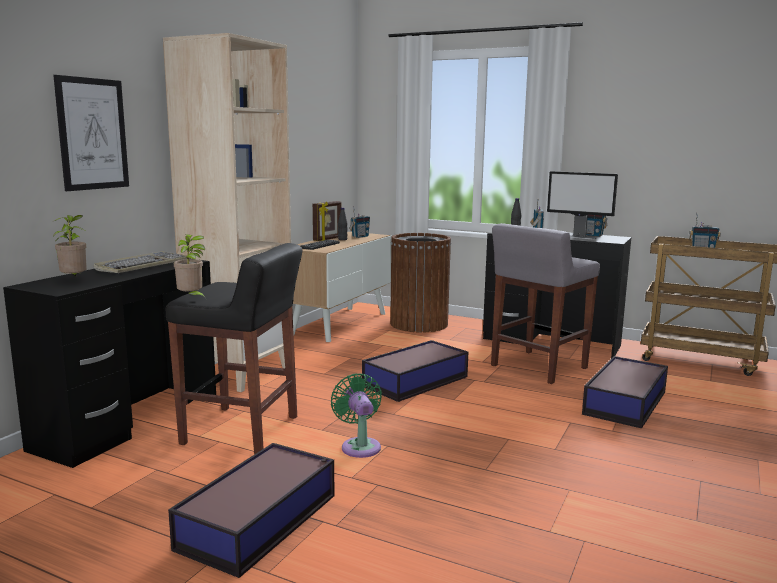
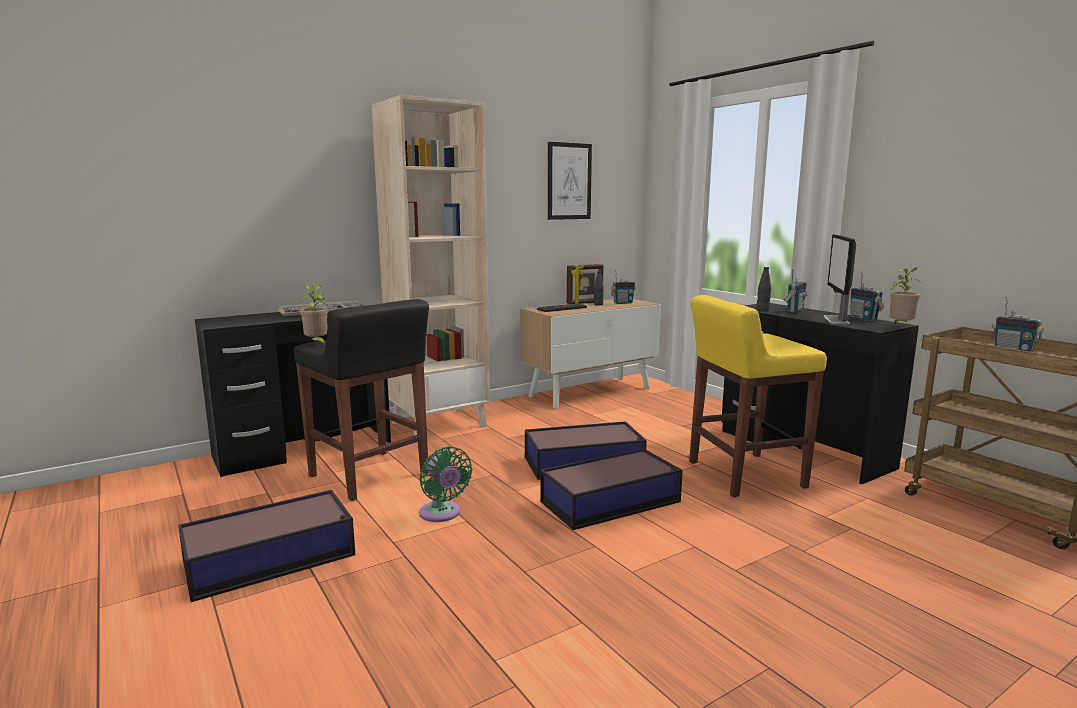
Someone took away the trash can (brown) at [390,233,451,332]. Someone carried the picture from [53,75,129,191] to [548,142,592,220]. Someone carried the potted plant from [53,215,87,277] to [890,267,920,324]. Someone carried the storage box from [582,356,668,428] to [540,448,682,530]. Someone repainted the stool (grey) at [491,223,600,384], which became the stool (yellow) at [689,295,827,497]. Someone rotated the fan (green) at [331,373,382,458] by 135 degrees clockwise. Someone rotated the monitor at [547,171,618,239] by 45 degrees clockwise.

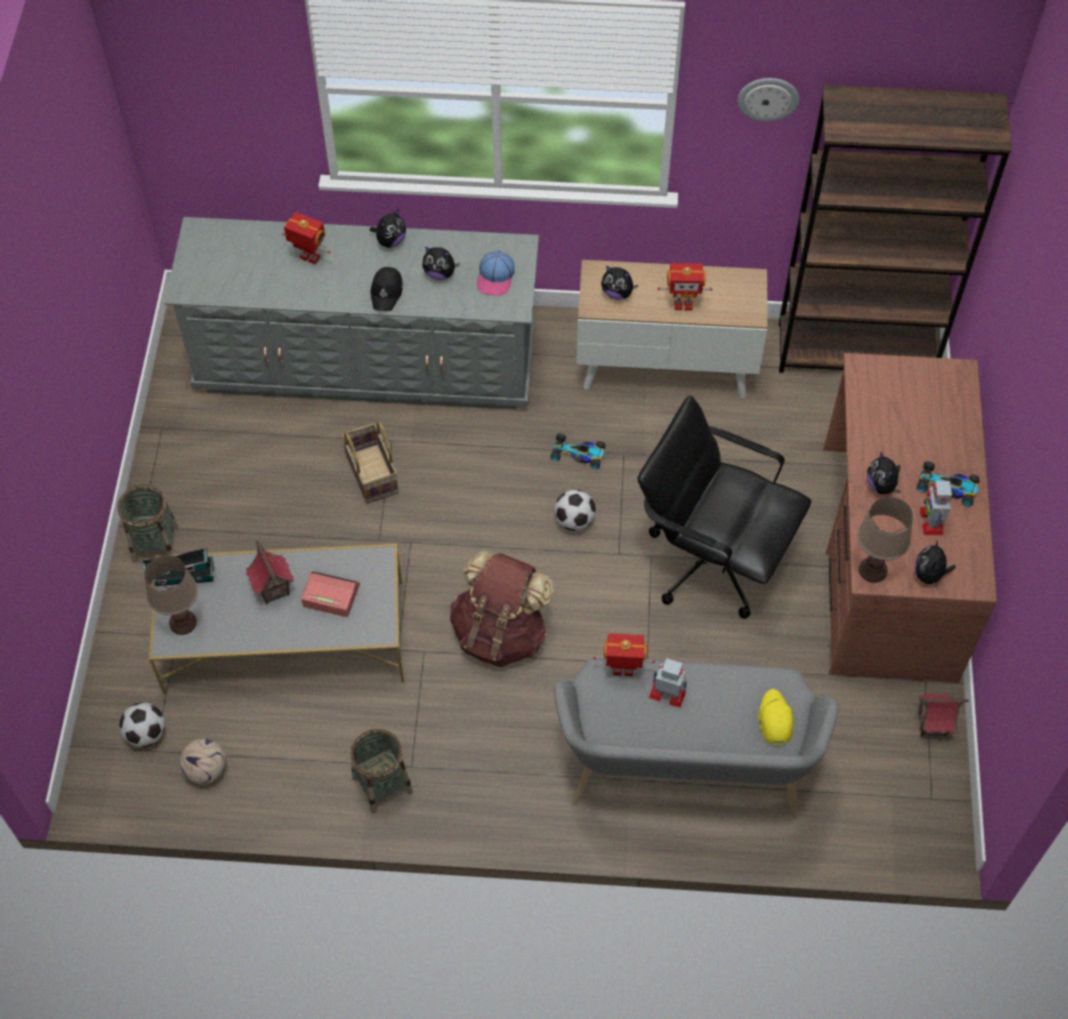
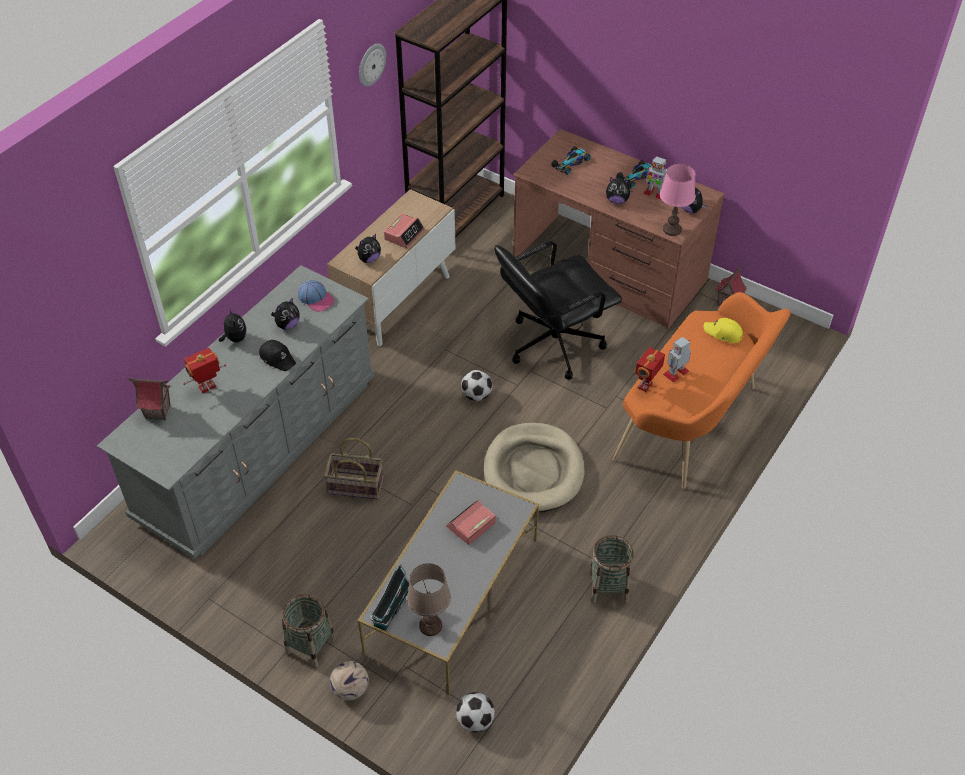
Someone carried the football from [180,739,226,784] to [330,661,369,701]. Someone carried the toy house from [246,540,294,604] to [128,378,170,421]. Someone carried the toy car from [550,433,606,469] to [551,146,591,175]. Someone swapped the backpack (brown) at [450,550,553,667] for the dog bed (beige) at [484,423,584,513]. Someone swapped the toy robot at [657,263,713,310] for the alarm clock at [384,214,425,248]. Someone repainted the bench (grey) at [554,658,839,819], which became the bench (orange) at [613,292,790,489]. Someone repainted the table lamp (brown) at [857,497,913,583], which became the table lamp (pink) at [660,164,695,236].

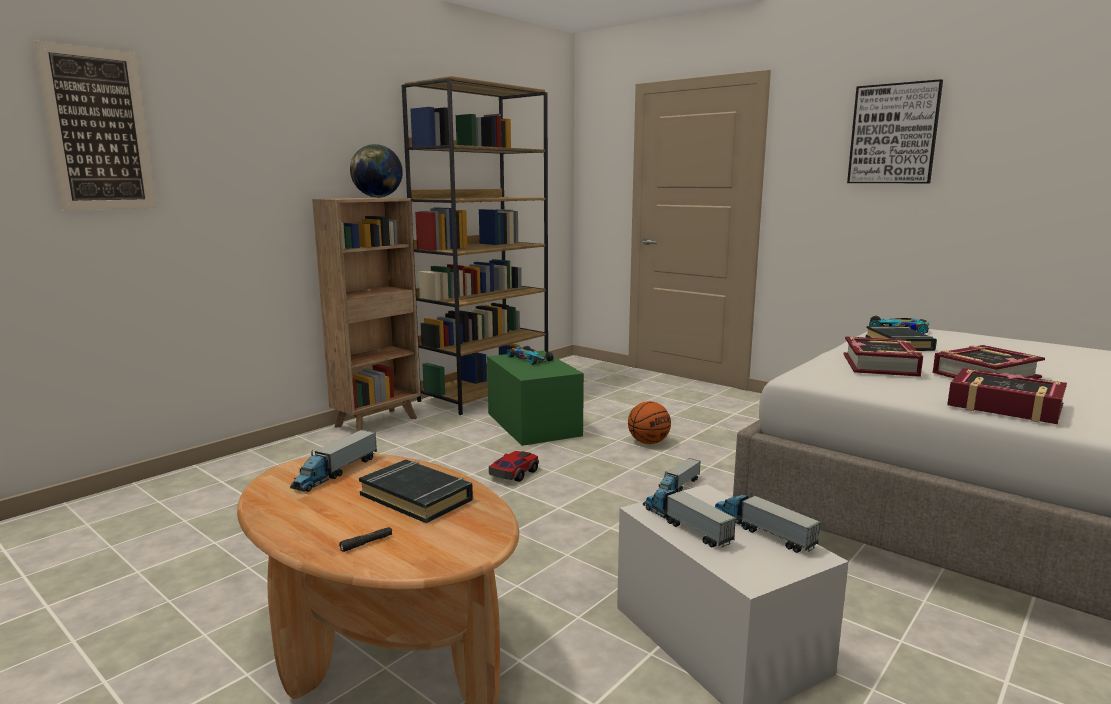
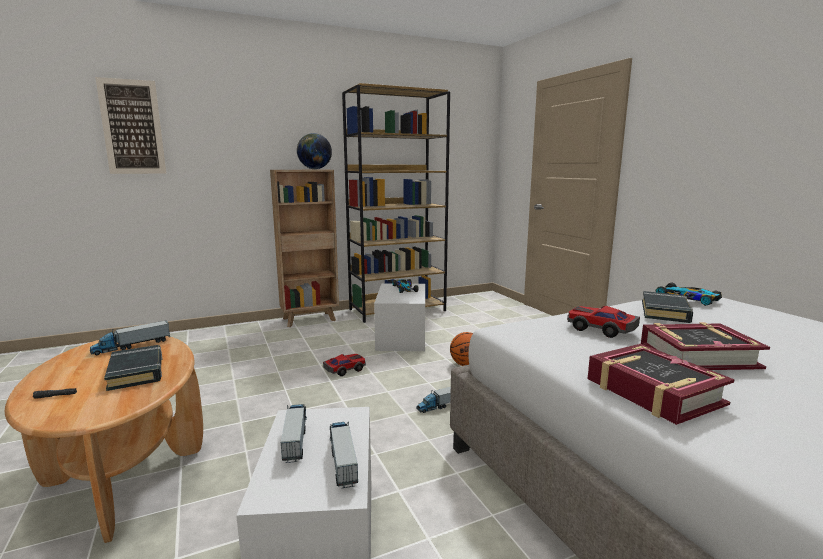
Someone took away the picture at [847,79,943,183]. Someone swapped the book at [844,336,923,377] for the toy car at [567,306,640,338]. Someone repainted the storage box (green) at [487,351,584,446], which became the storage box (white) at [374,284,425,351].

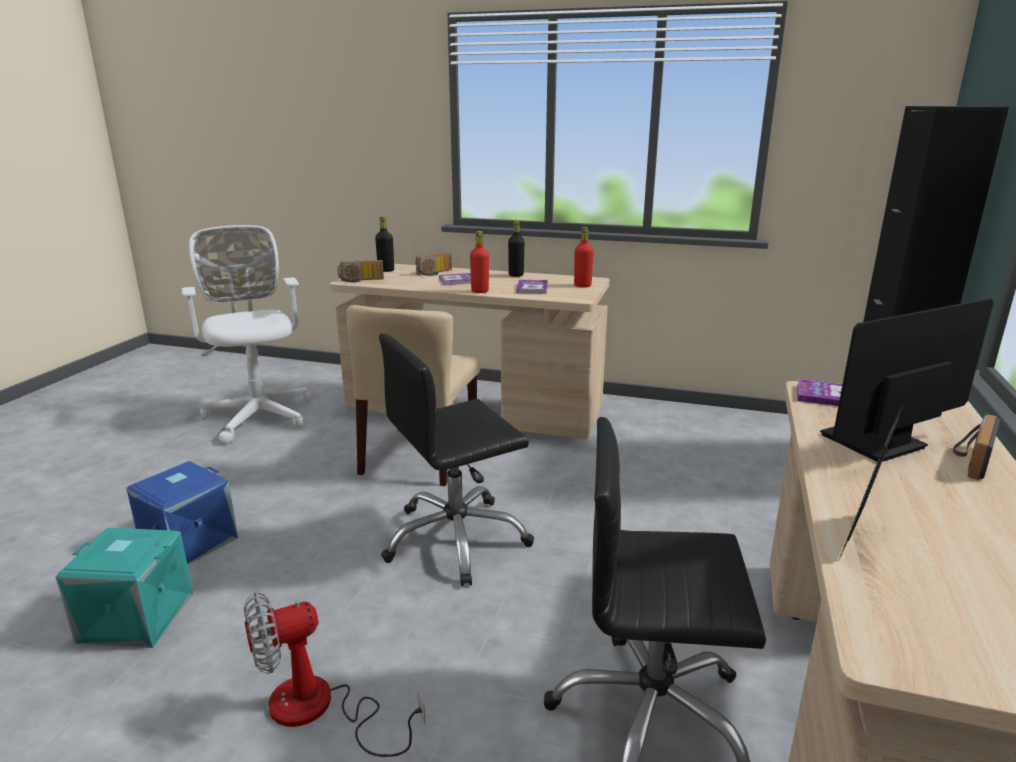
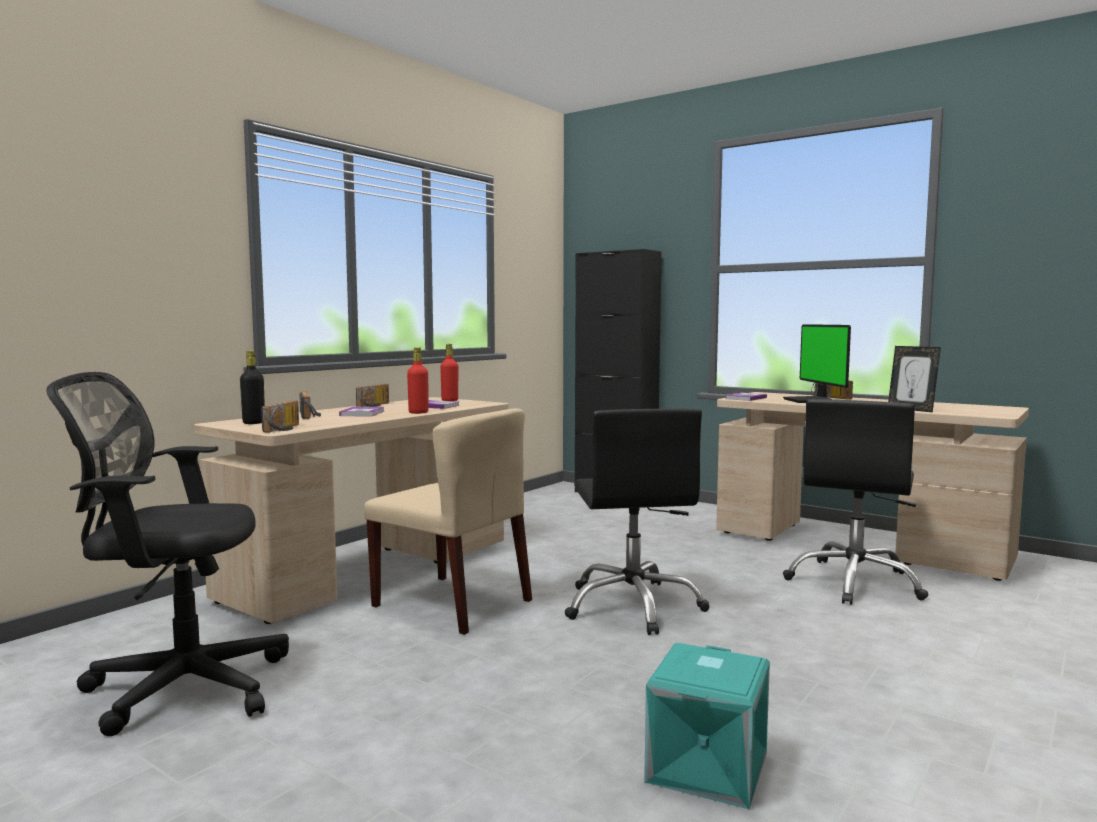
Someone took away the storage box (blue) at [126,461,238,565]. Someone took away the fan at [244,592,425,757]. Someone swapped the bottle (black) at [508,220,524,277] for the radio at [356,384,389,407]. Someone repainted the office chair (white) at [182,225,311,444], which became the office chair (black) at [47,372,289,736].

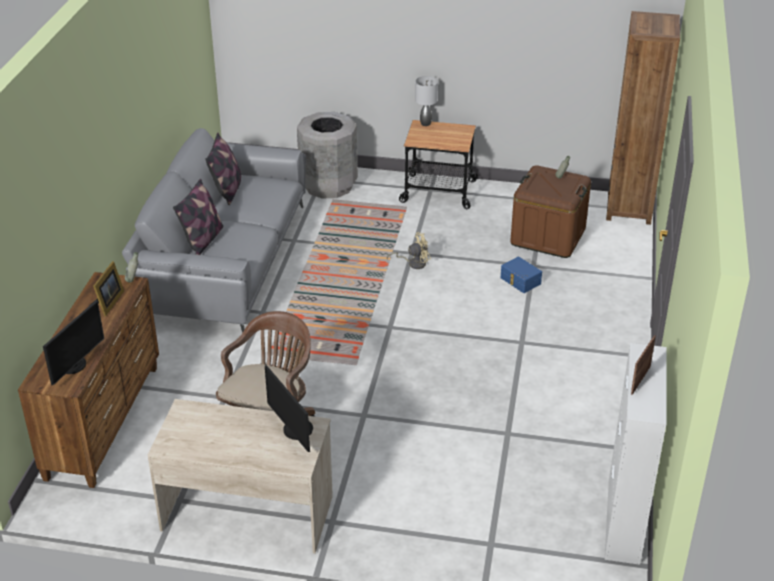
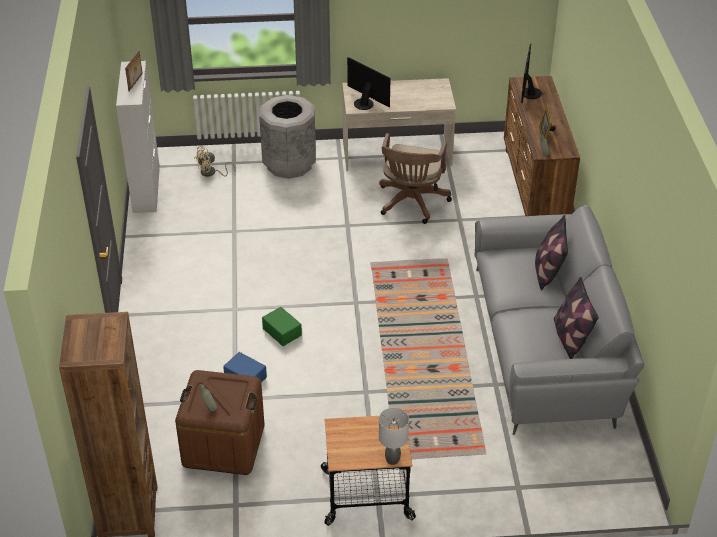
Someone put down the storage box (green) at [262,307,302,346]. Someone carried the trash can (grey) from [297,112,358,198] to [259,95,316,179]. Someone carried the fan (beige) from [387,232,431,269] to [194,146,235,177].

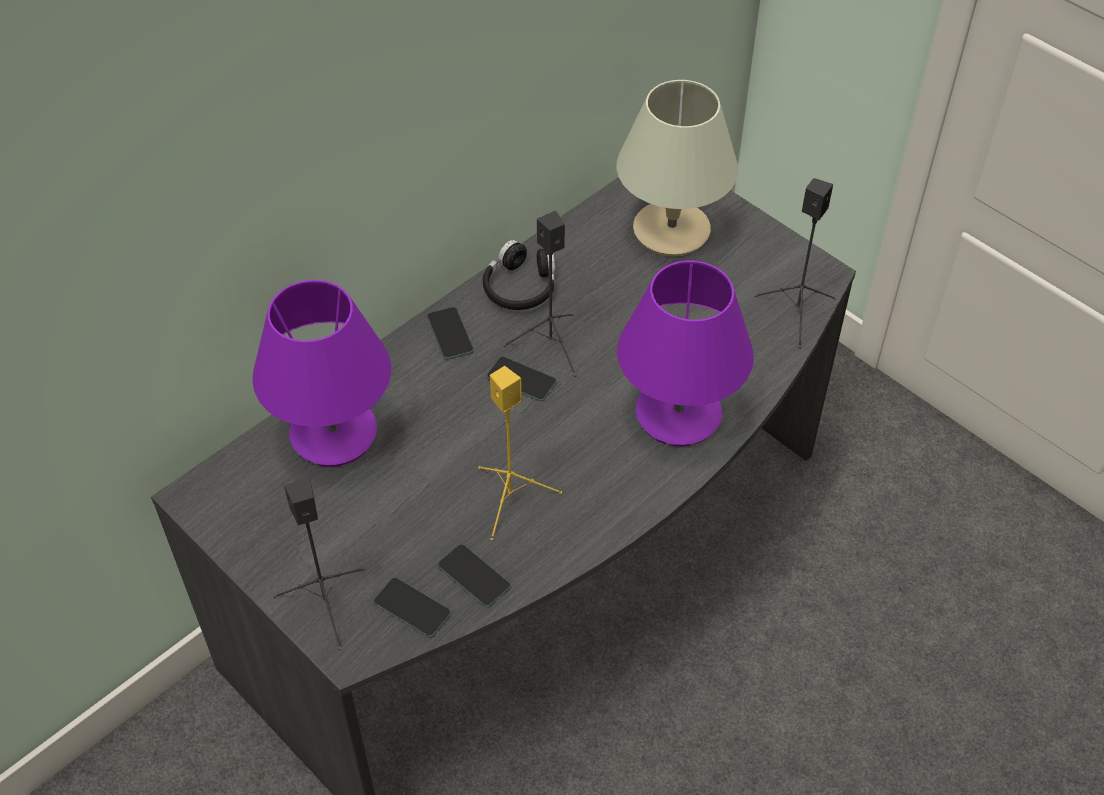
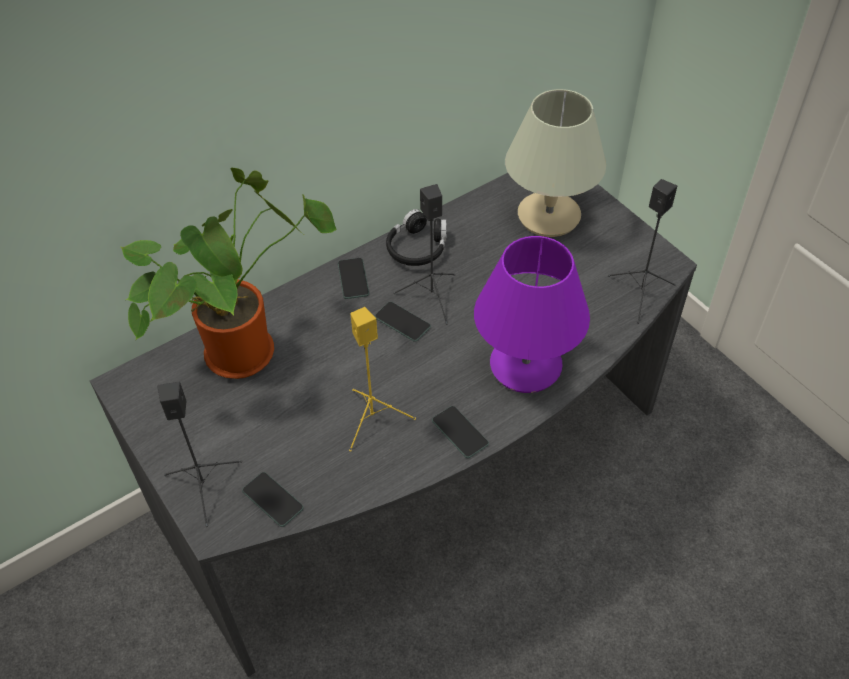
Someone carried the phone from [438,544,511,607] to [432,406,489,458]. Someone swapped the table lamp (purple) at [252,280,391,467] for the potted plant at [121,168,337,379].

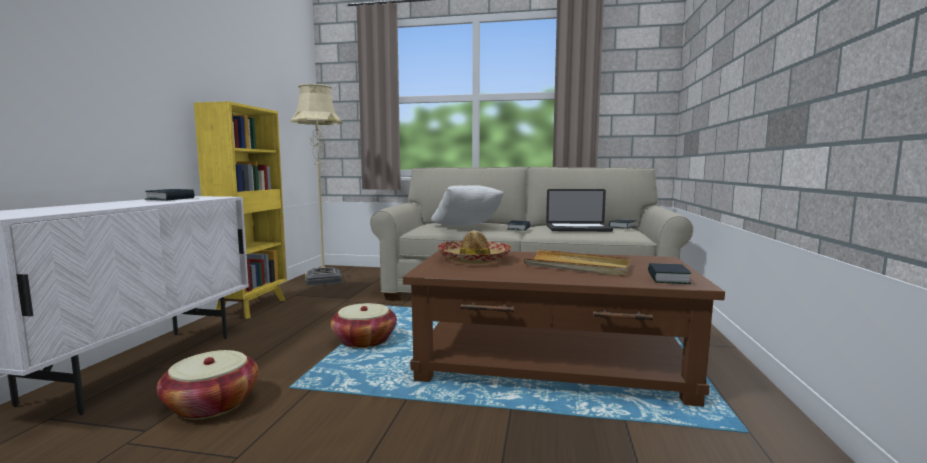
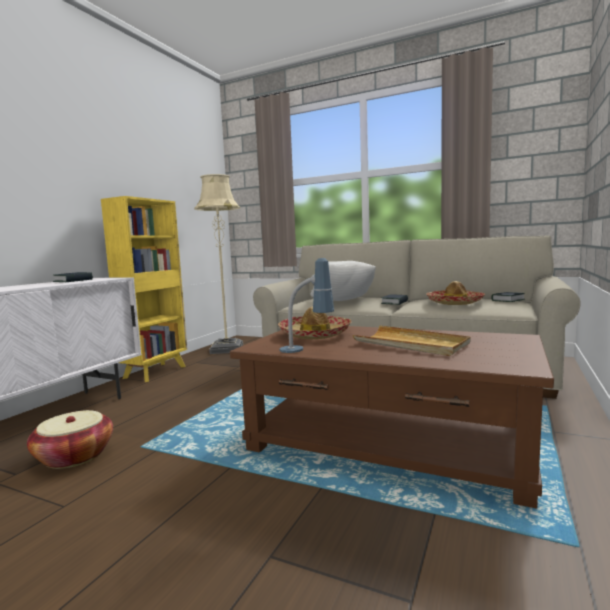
Someone took away the basket at [330,303,397,348]. Someone took away the book at [648,263,691,284]. Someone put down the table lamp at [280,258,334,353]. Someone swapped the laptop at [546,189,613,232] for the hat at [426,281,485,305].

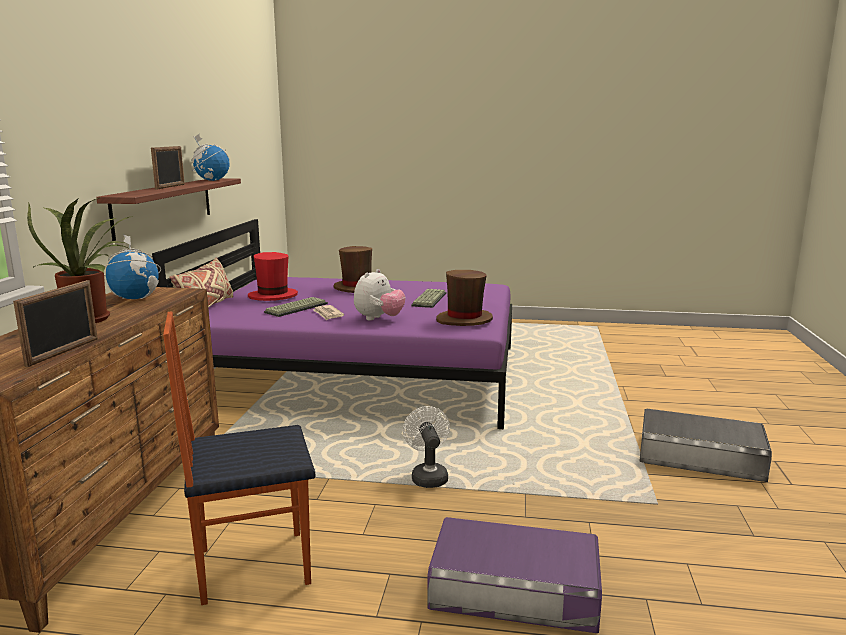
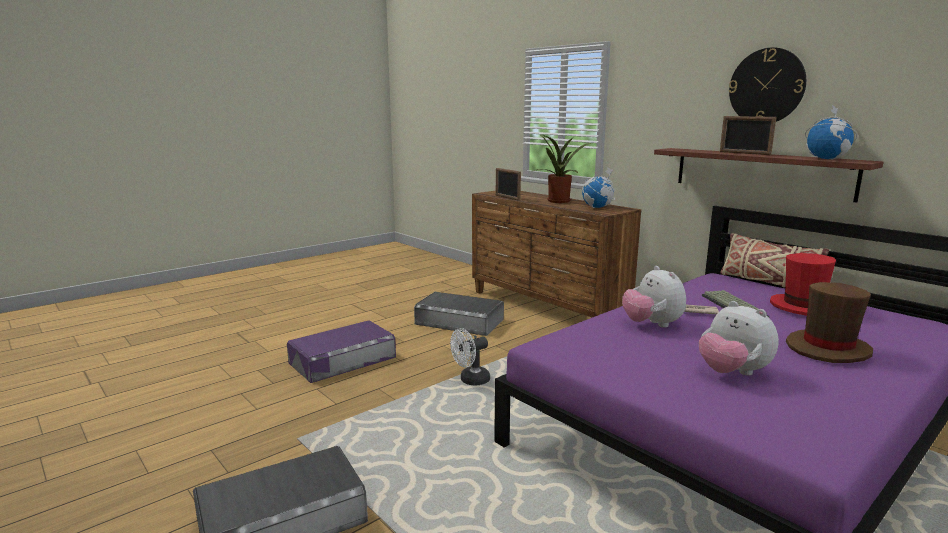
Someone took away the hat (brown) at [436,270,493,326]. Someone put up the wall clock at [729,47,806,122]. Someone swapped the chair at [163,311,315,605] for the storage box (grey) at [414,292,504,336]. Someone swapped the keyboard at [412,289,447,308] for the plush toy at [699,301,779,376]. Someone rotated the fan (white) at [403,406,450,488] by 120 degrees clockwise.

